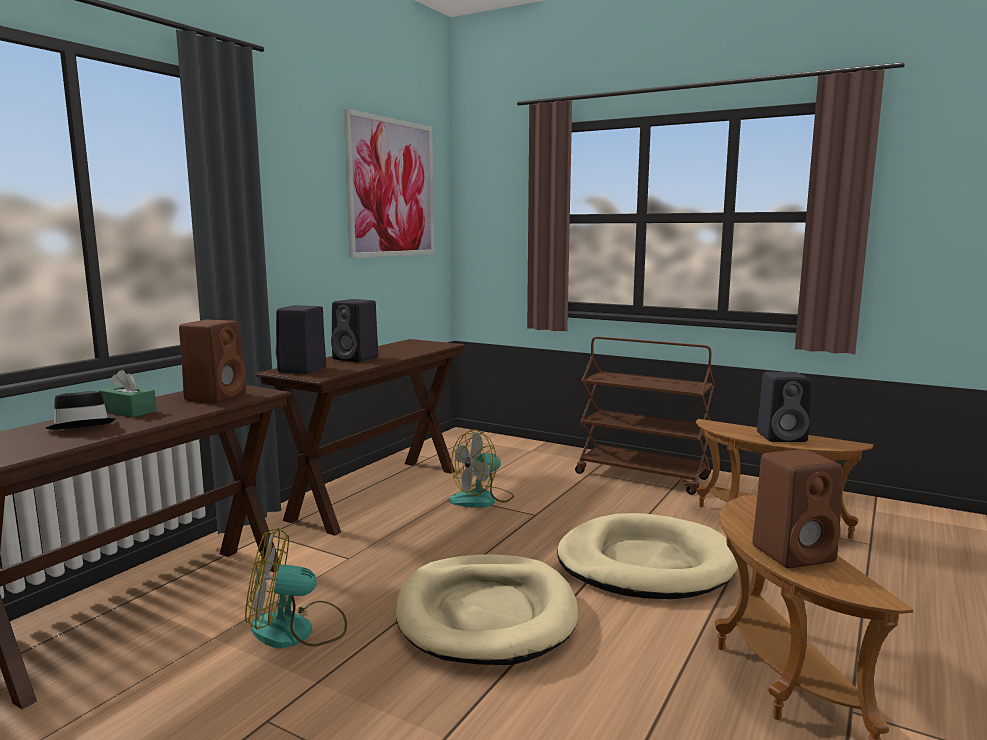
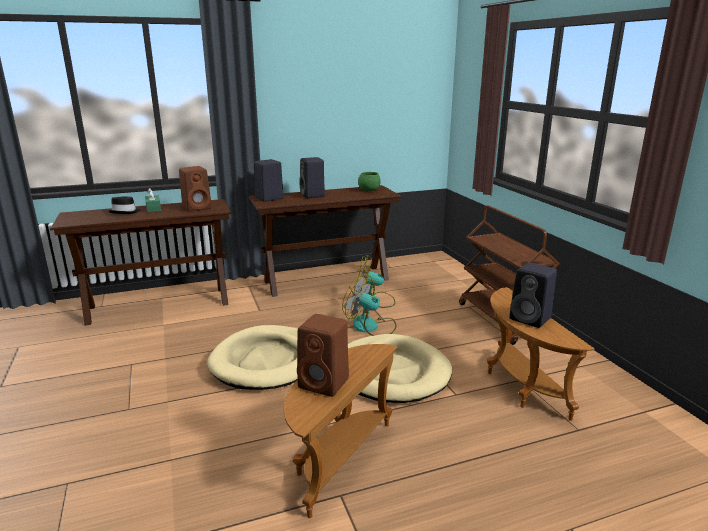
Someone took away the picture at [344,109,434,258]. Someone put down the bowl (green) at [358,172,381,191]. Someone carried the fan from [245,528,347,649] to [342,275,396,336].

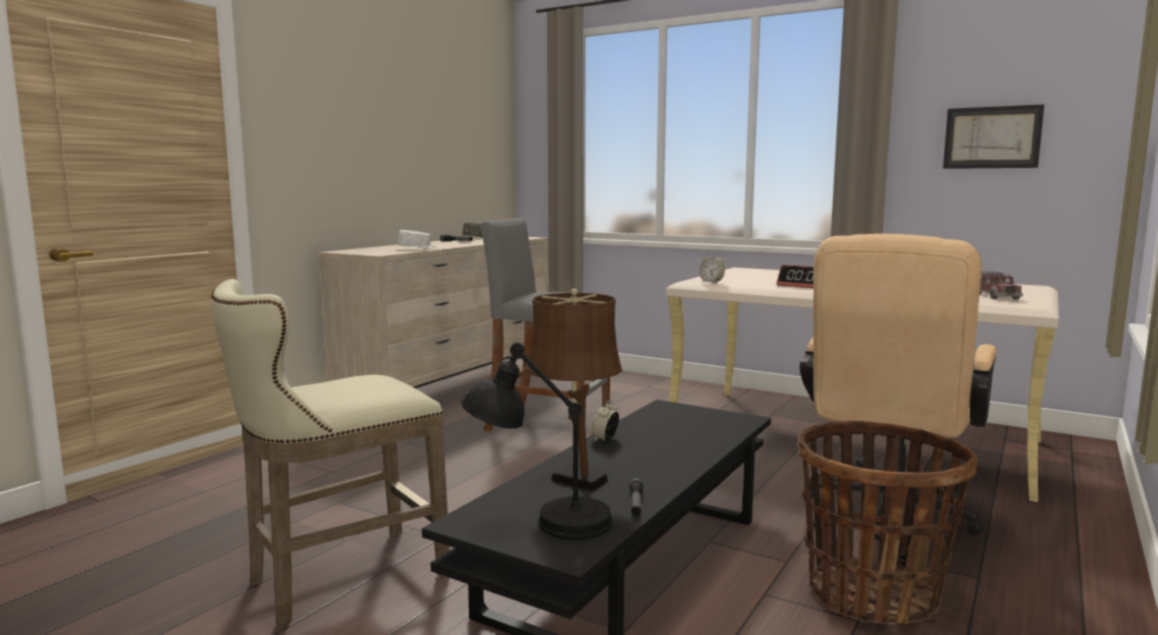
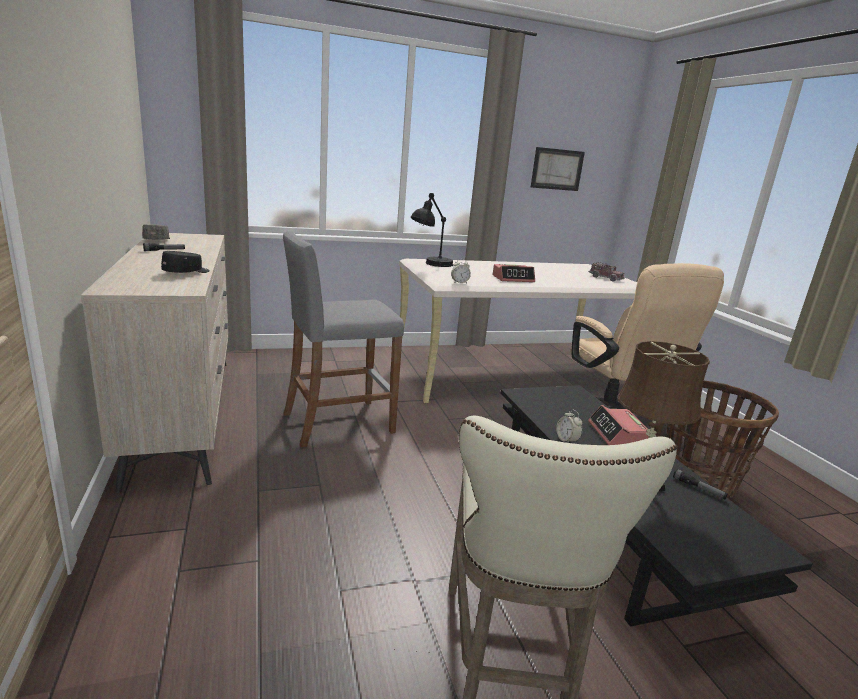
Someone put down the alarm clock at [588,405,649,445]. Someone carried the table lamp (black) from [461,342,613,540] to [411,193,453,267]. Someone repainted the cap (white) at [397,230,438,250], which became the cap (black) at [161,251,210,273].

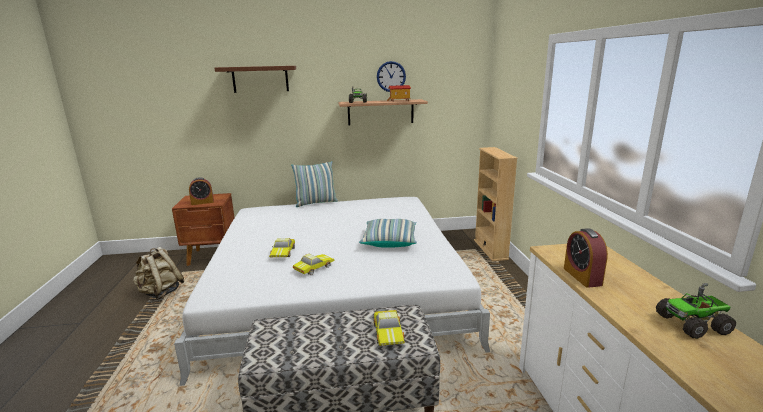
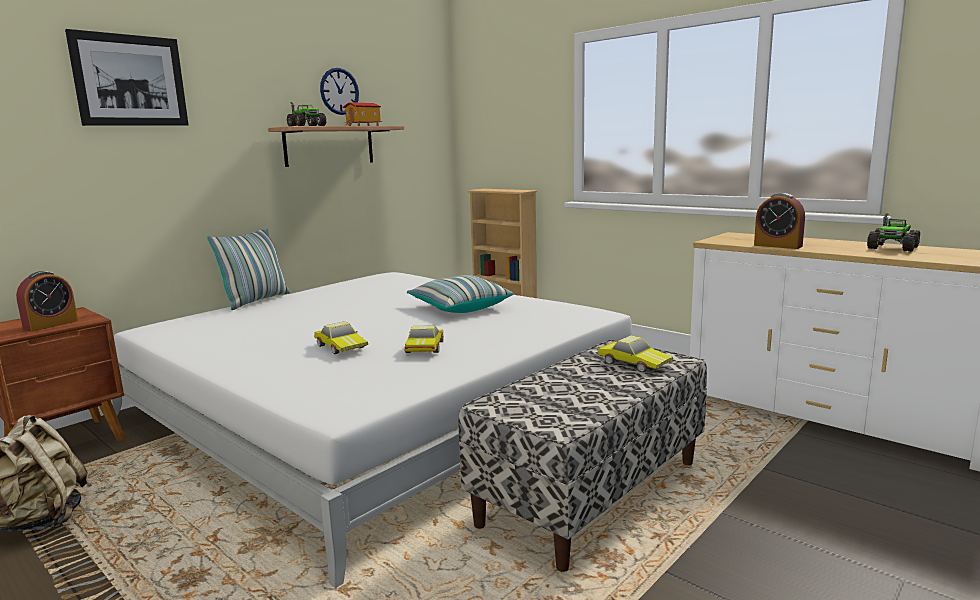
Someone swapped the shelf (brown) at [214,66,296,93] for the picture at [65,29,189,126].

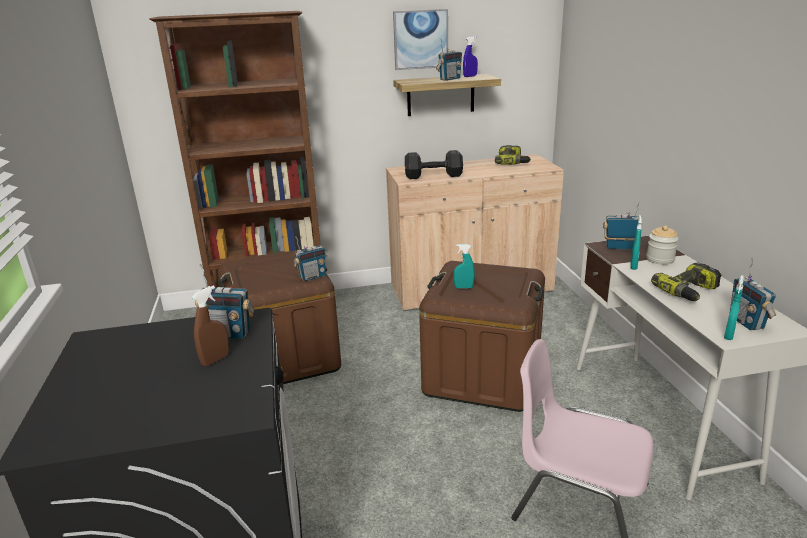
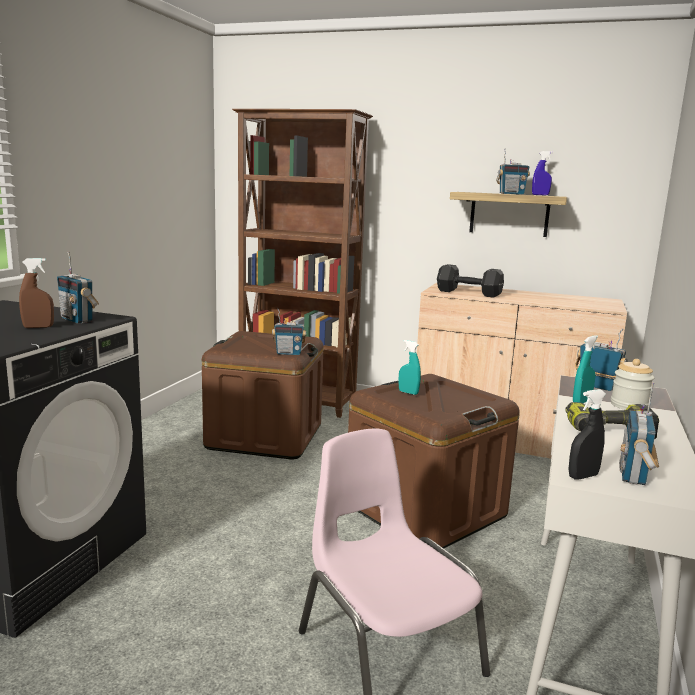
Someone took away the picture at [393,9,448,70]. Someone took away the power drill at [495,145,531,165]. Someone repainted the spray bottle (turquoise) at [724,275,744,340], which became the spray bottle (black) at [568,389,606,480].

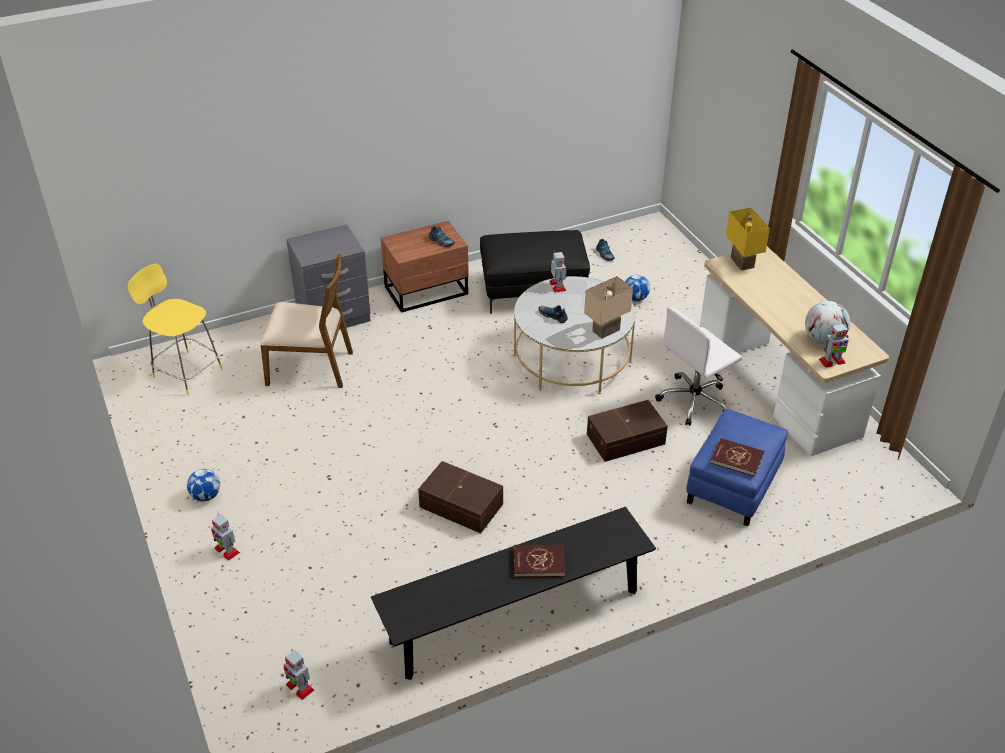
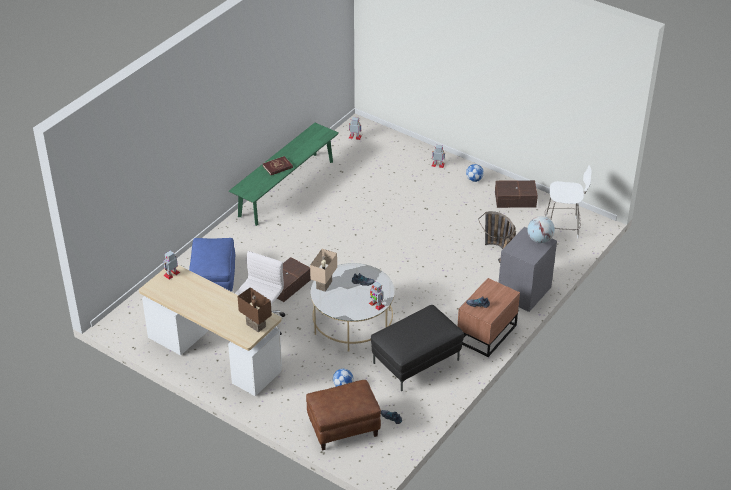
Someone took away the book (red) at [710,438,764,477]. Someone put down the ottoman (brown) at [306,380,381,450]. Someone carried the storage box (brown) from [418,461,503,533] to [495,180,538,208]. Someone carried the globe from [805,301,850,344] to [527,216,555,243]. Someone swapped the chair (brown) at [260,254,353,388] for the basket at [478,211,516,263]. Someone repainted the stool (yellow) at [128,264,223,395], which became the stool (white) at [545,165,592,238]. Someone repainted the bench (black) at [371,507,656,680], which became the bench (green) at [229,123,339,226]. Someone repainted the table lamp (yellow) at [726,208,770,271], which became the table lamp (brown) at [237,287,272,332].

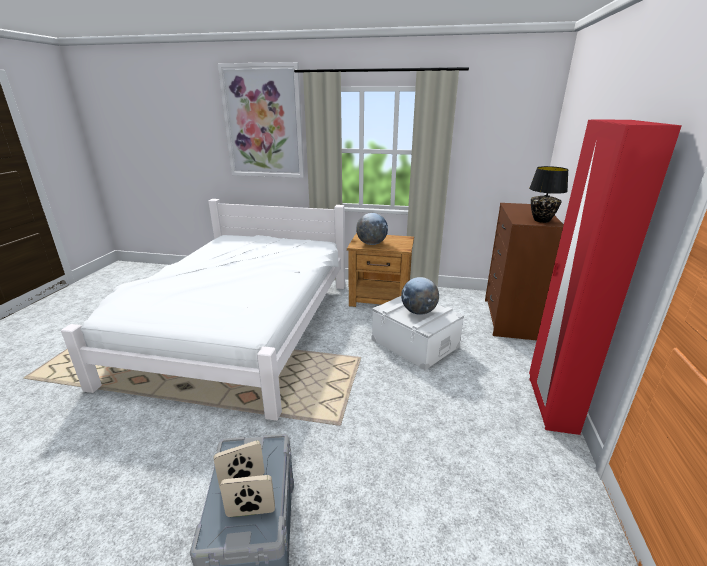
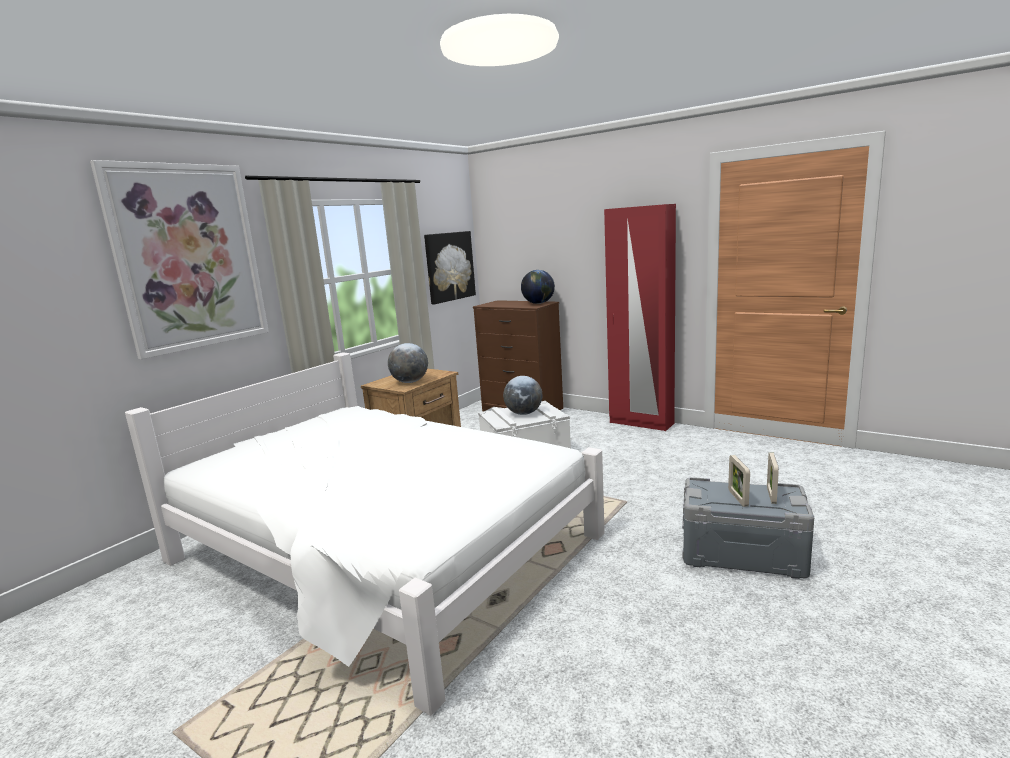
Someone put up the picture at [424,231,476,304]. Someone swapped the table lamp (black) at [529,166,569,223] for the globe at [521,270,555,304].

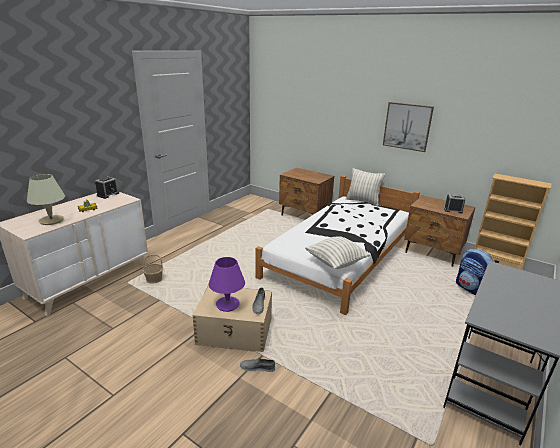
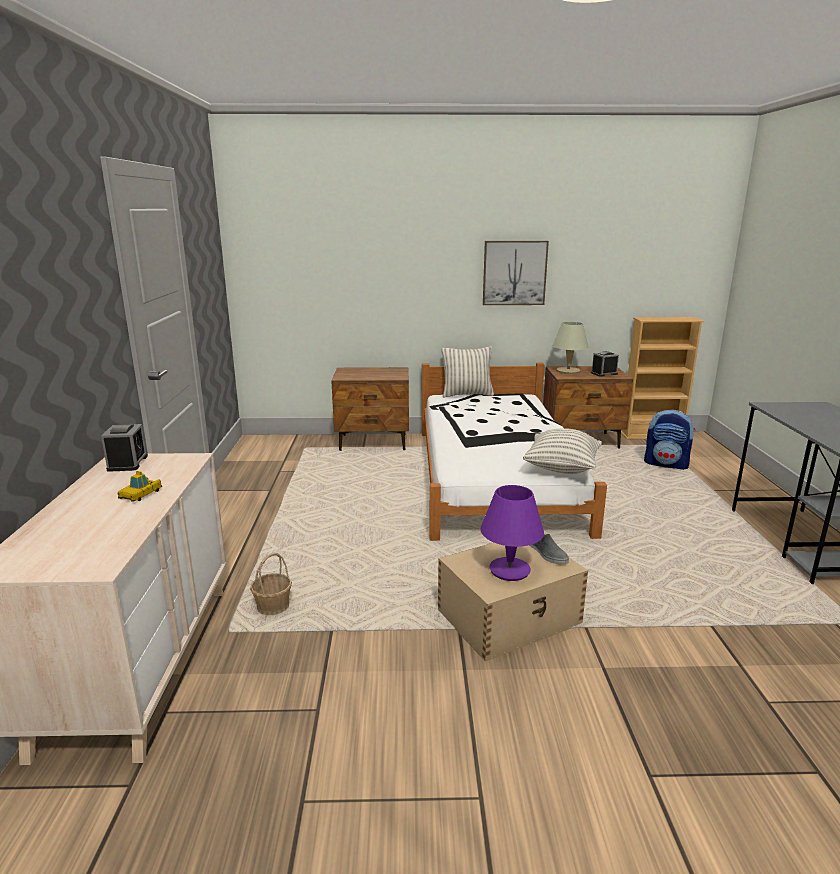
Someone took away the shoe (grey) at [240,358,275,372]. Someone carried the table lamp (beige) from [27,174,65,225] to [553,322,588,374].

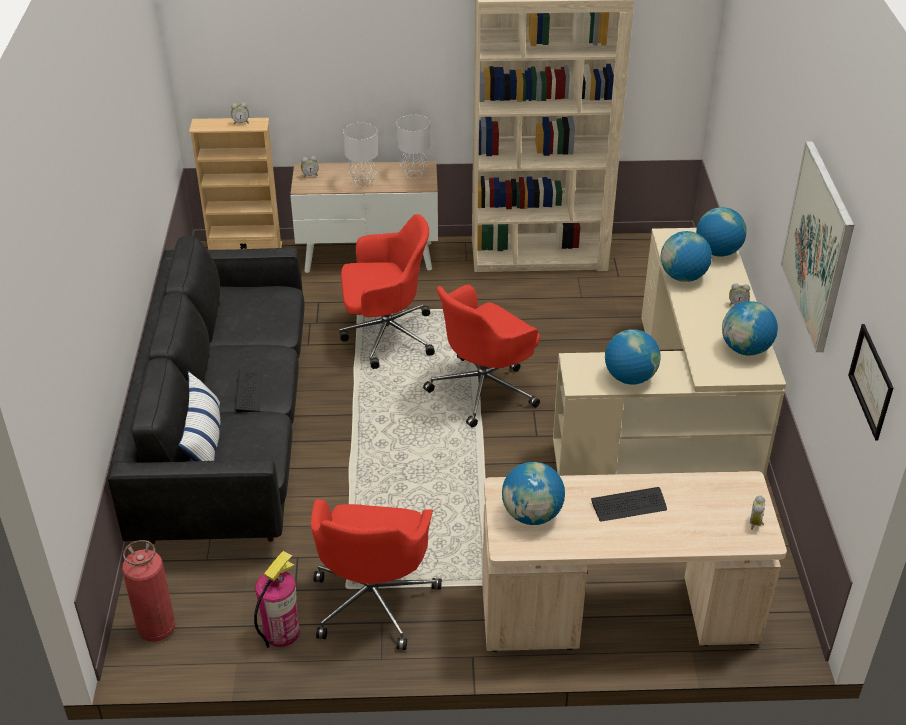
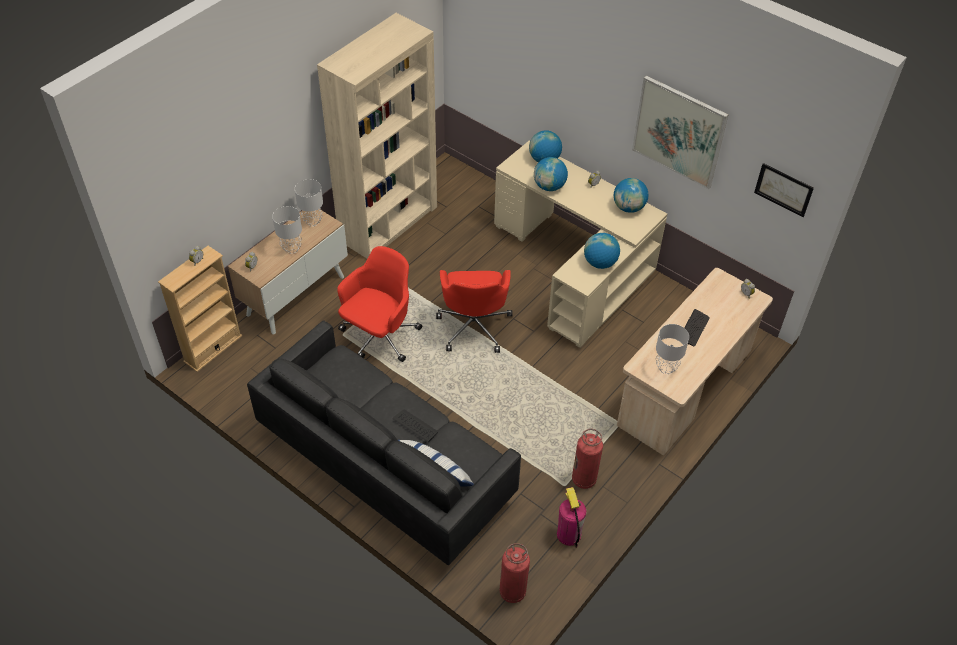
Someone swapped the office chair (red) at [311,499,442,650] for the fire extinguisher at [572,429,603,489]. Someone swapped the globe at [502,462,565,525] for the table lamp (grey) at [656,324,689,374].

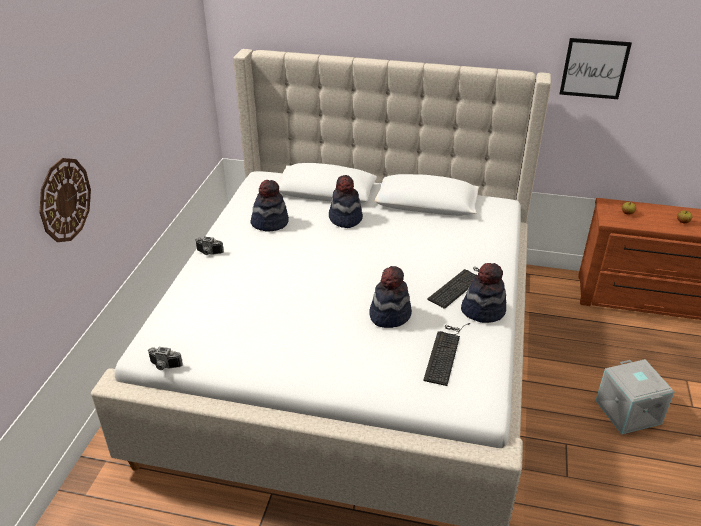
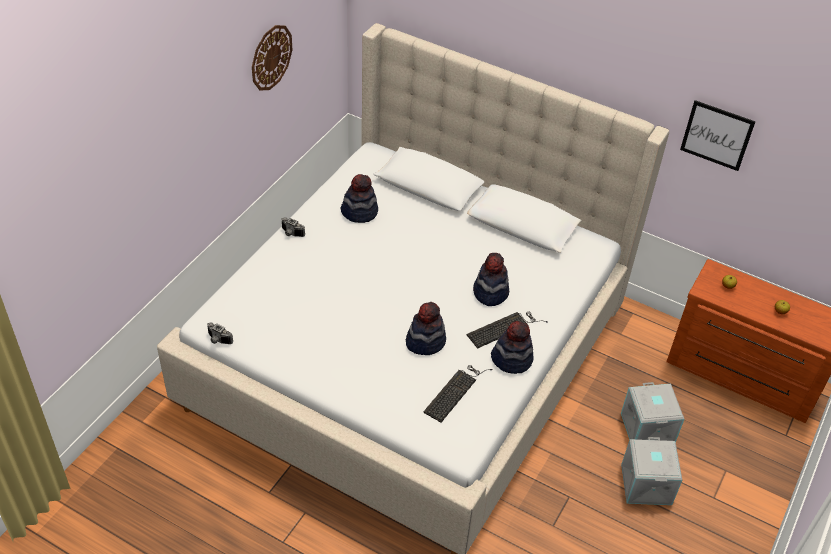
Someone put down the storage box (grey) at [621,382,684,442]. Someone carried the wall clock from [39,158,91,242] to [252,25,292,91]. Someone carried the hat from [329,175,363,228] to [473,253,509,306].

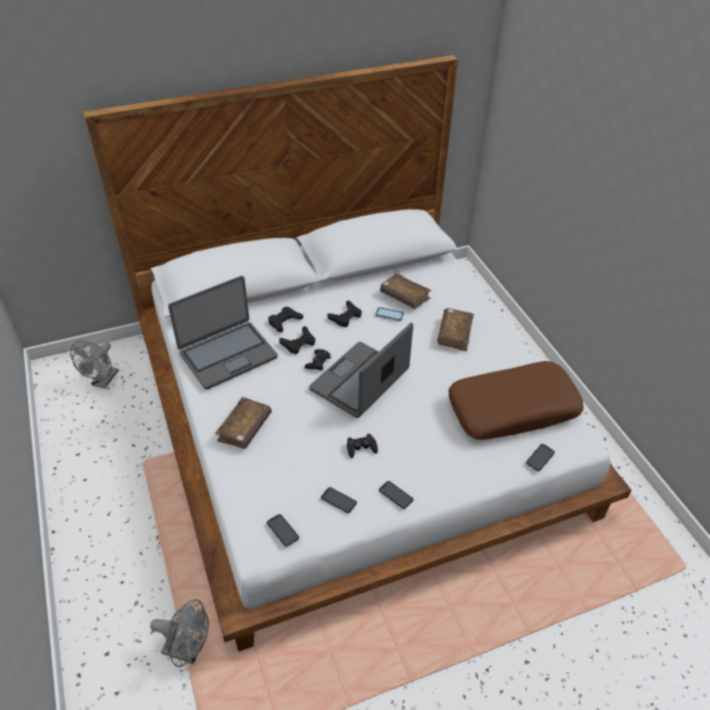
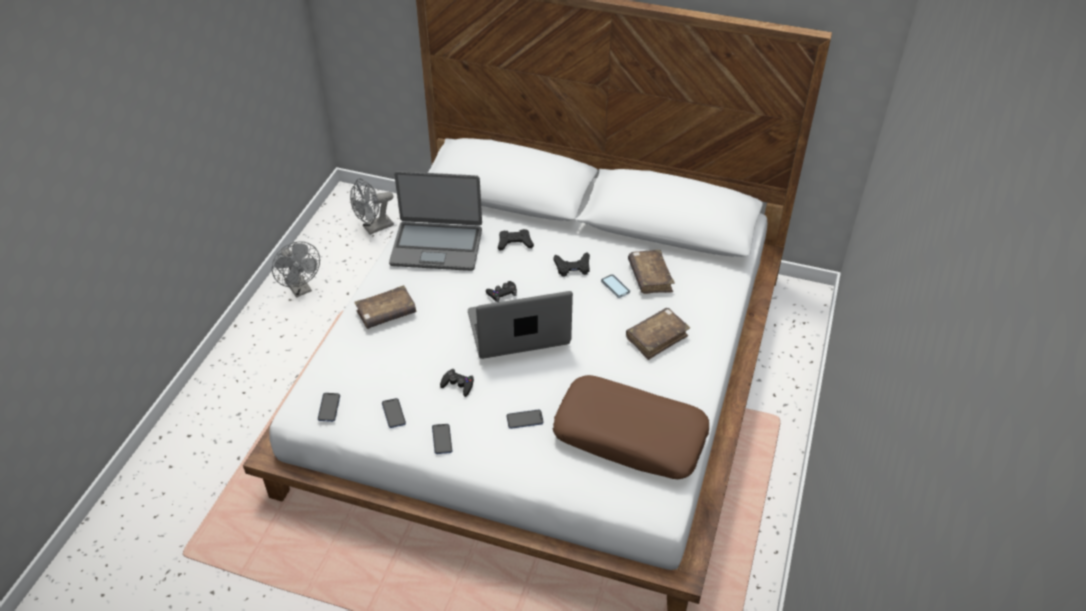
Someone took away the game controller (black) at [279,326,315,354]. Someone carried the fan (grey) from [150,599,209,667] to [272,241,320,298]. Someone carried the phone from [526,444,555,472] to [506,409,544,429].

